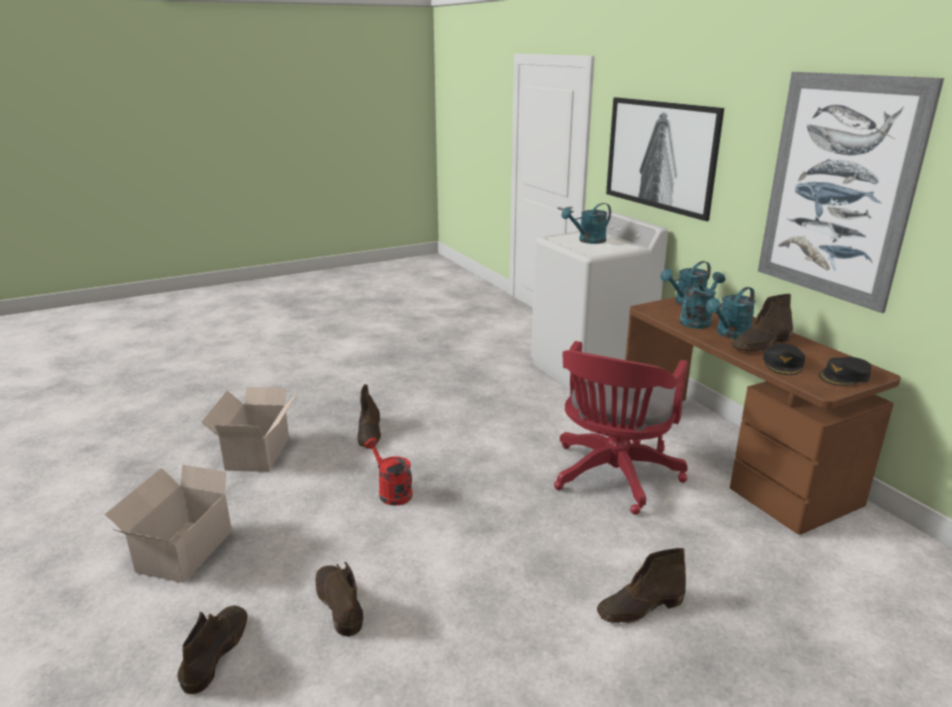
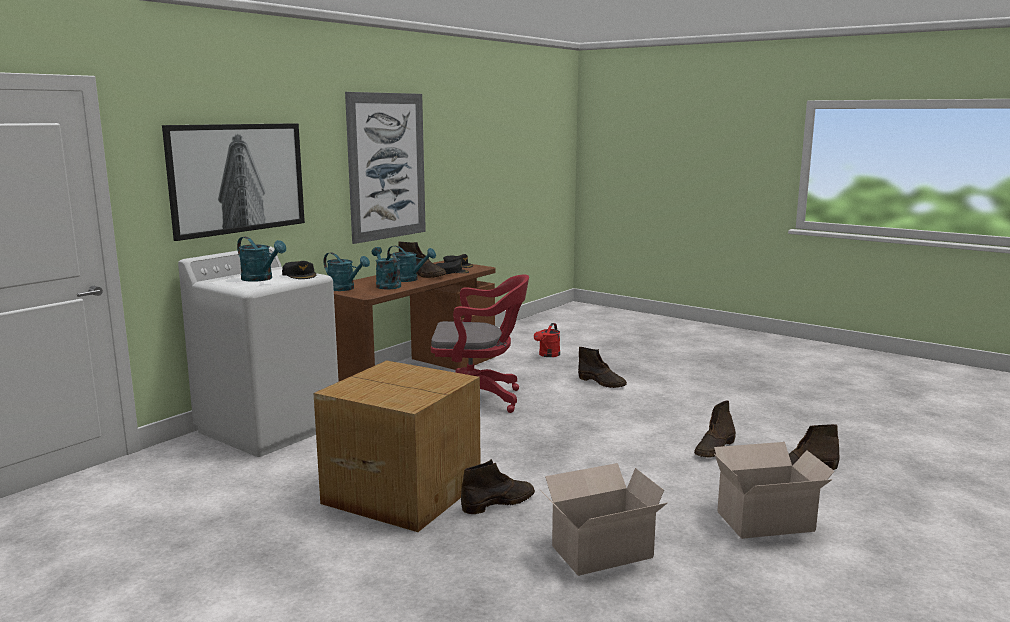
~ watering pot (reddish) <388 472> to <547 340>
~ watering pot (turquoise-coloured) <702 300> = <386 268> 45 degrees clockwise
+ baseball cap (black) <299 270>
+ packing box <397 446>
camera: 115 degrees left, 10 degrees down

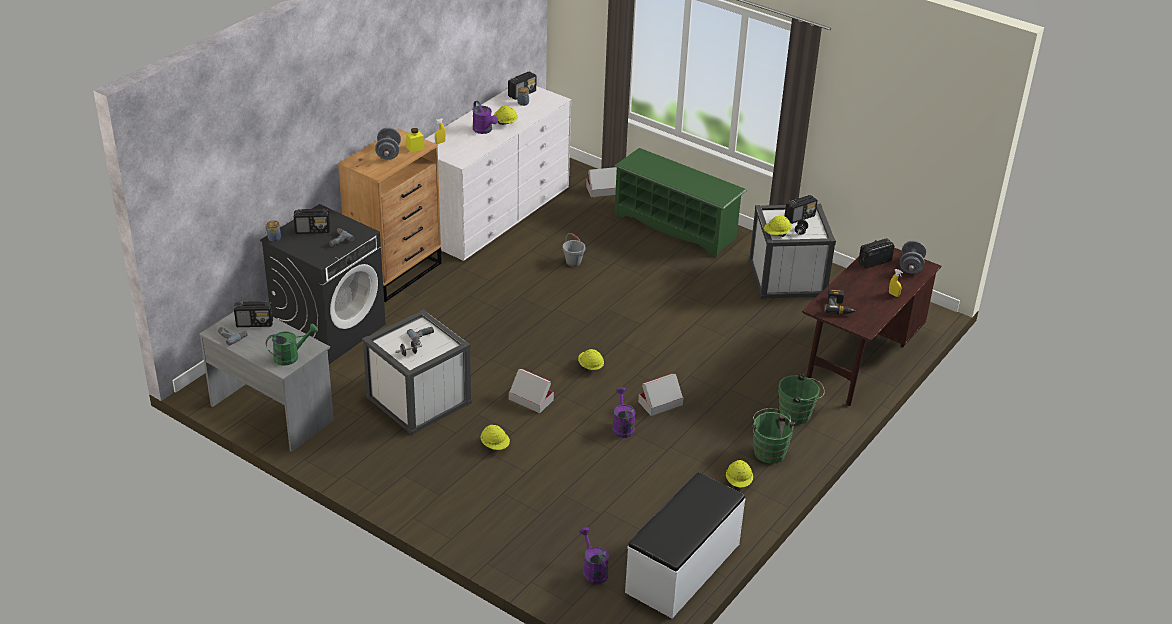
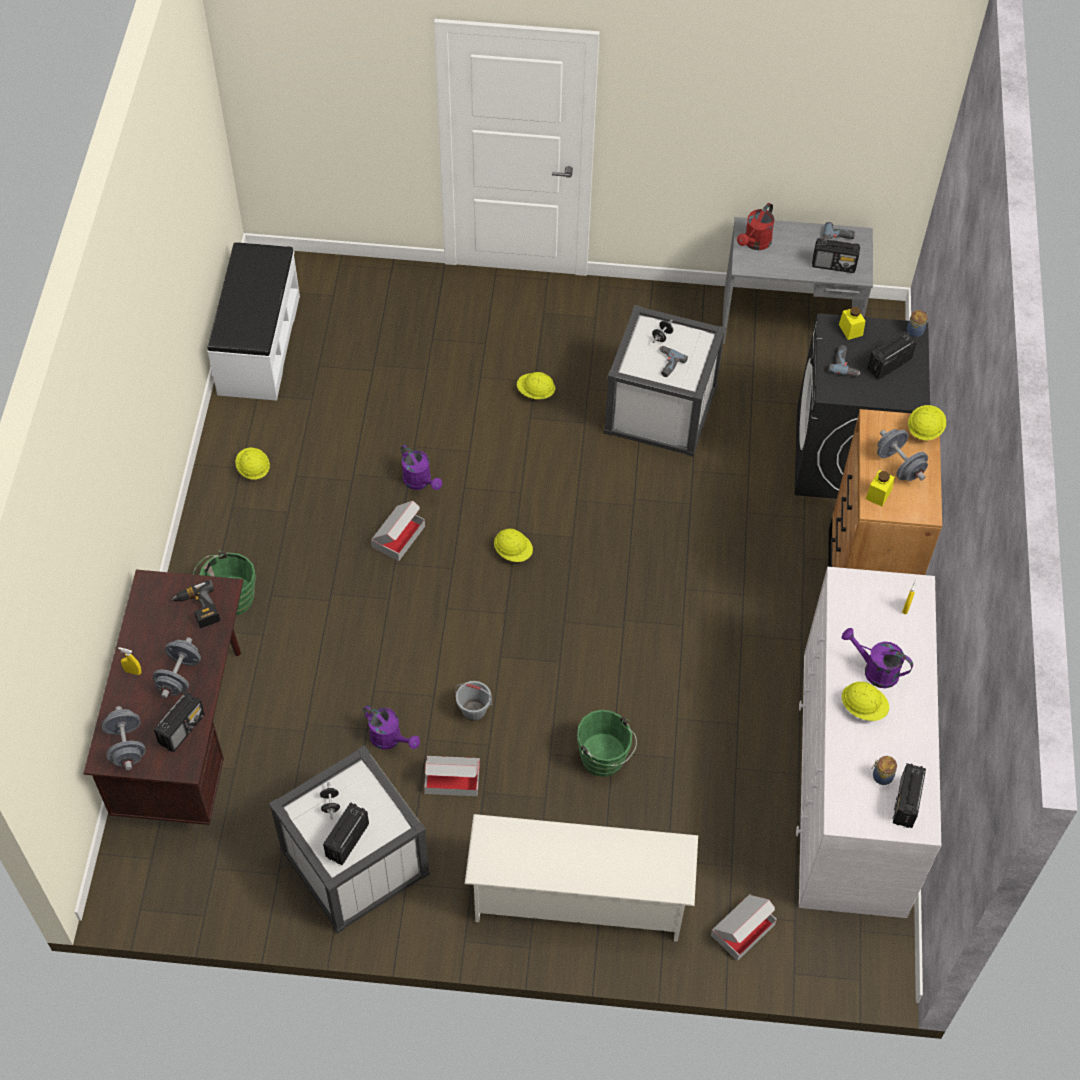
~ radio receiver <253 314> = <836 255> 135 degrees counterclockwise
~ watering pot (green) <292 344> to watering pot (reddish) <756 226>
~ packing box <531 391> to <452 776>
~ bucket (greyish) <574 250> to <473 701>
~ watering pot (purple-coloured) <594 555> to <391 727>
~ shoe rack (green) <680 202> to shoe rack (white-coloured) <581 878>
~ bucket (green) <773 436> to <607 743>
~ hard hat (yellowish) <778 226> to <927 422>
+ hand weight (greyish) <176 667>
+ jar (yellowish) <852 323>
camera: 150 degrees right, 20 degrees up

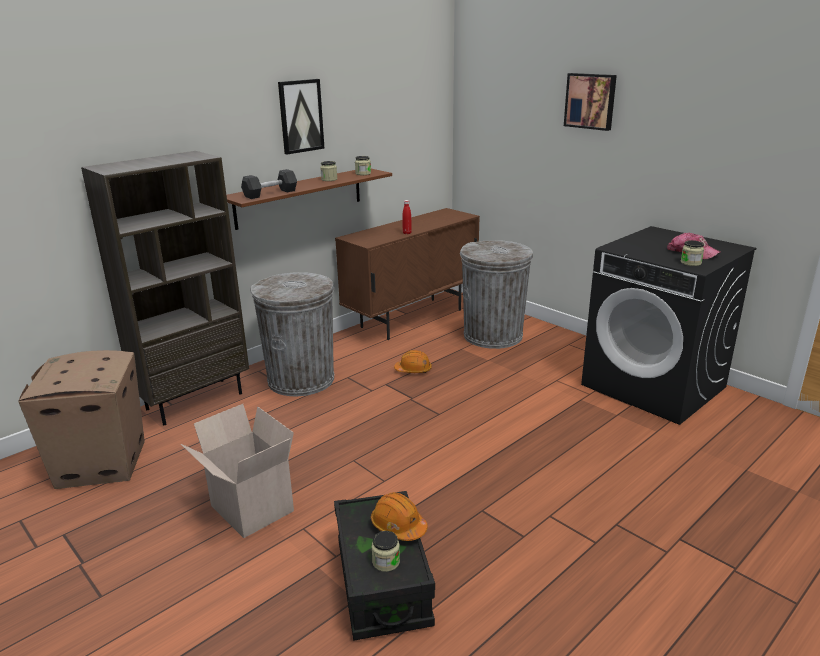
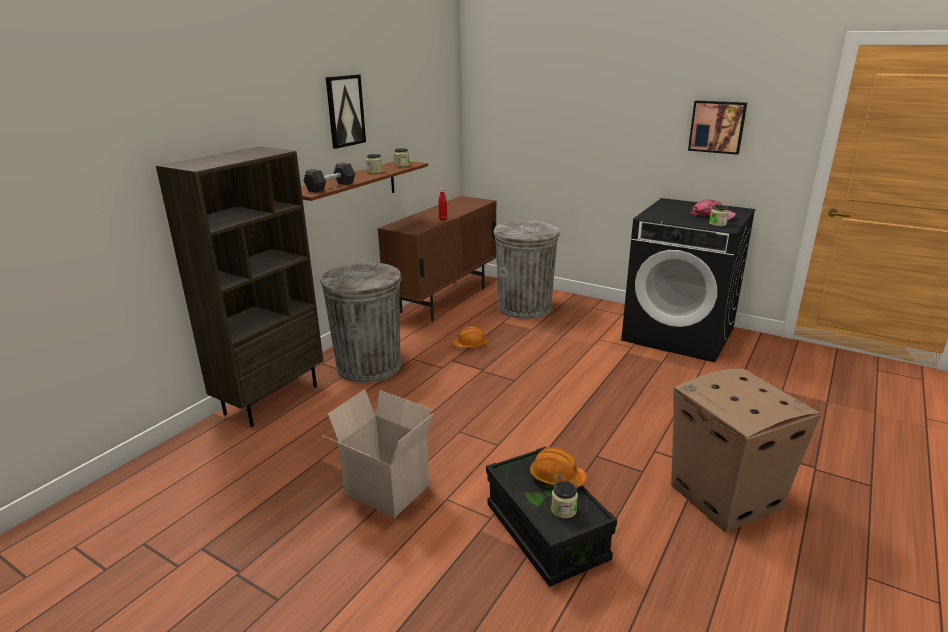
~ packing box <81 419> to <746 450>
~ wall picture <590 102> to <717 127>
camera: 15 degrees left, 0 degrees up

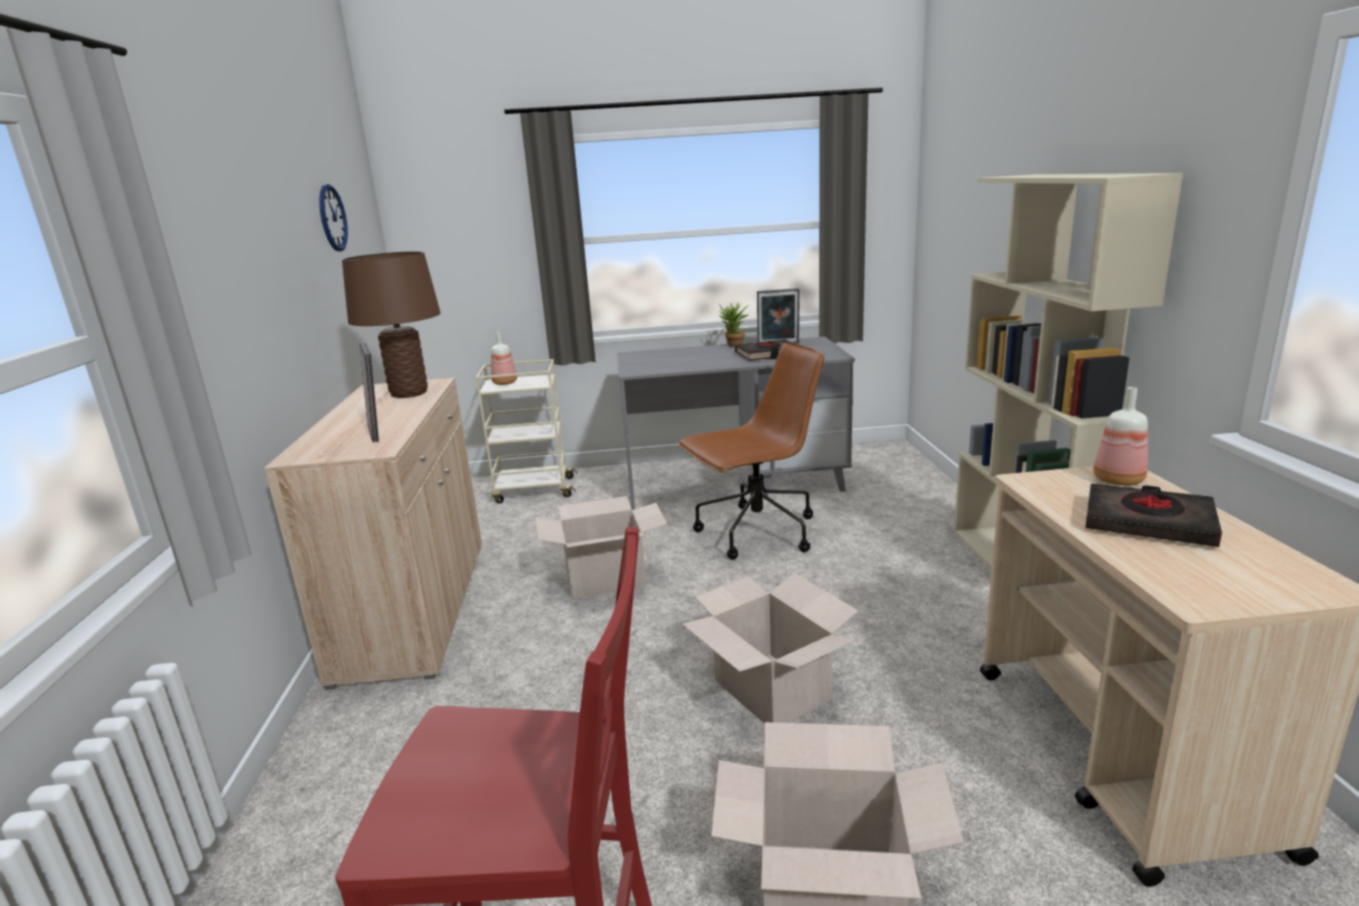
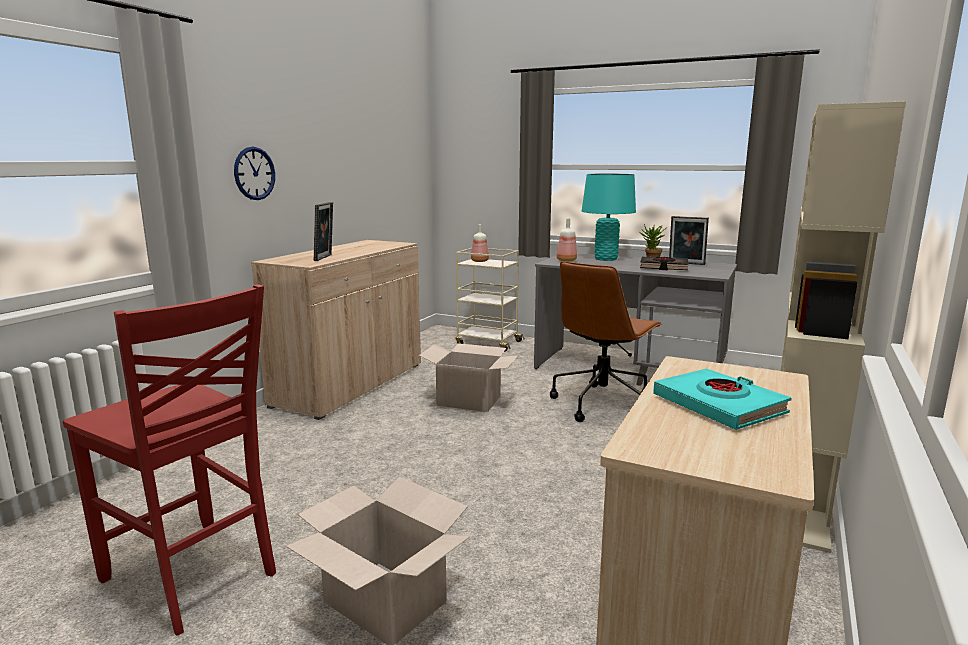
~ hanging clock <333 218> to <254 173>
- table lamp (brownish) <391 324>
~ desk chair (brownish) <750 451> = <606 341> 120 degrees clockwise
- packing box <770 648>
~ bound book (black) <1153 515> to bound book (turquoise-coloured) <722 399>
~ drink bottle <1120 436> to <567 240>
+ table lamp (turquoise-coloured) <609 217>
camera: 30 degrees right, 5 degrees down

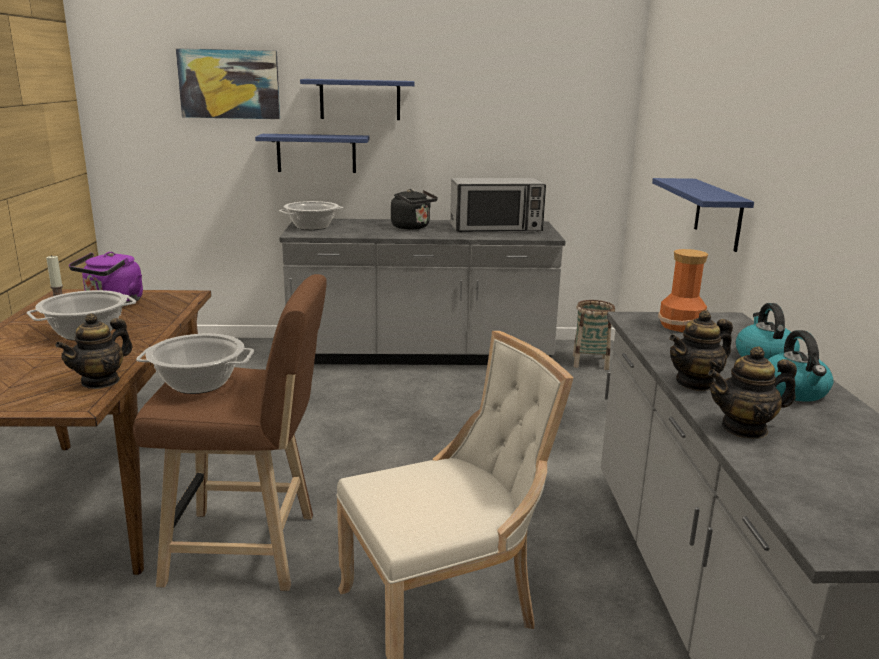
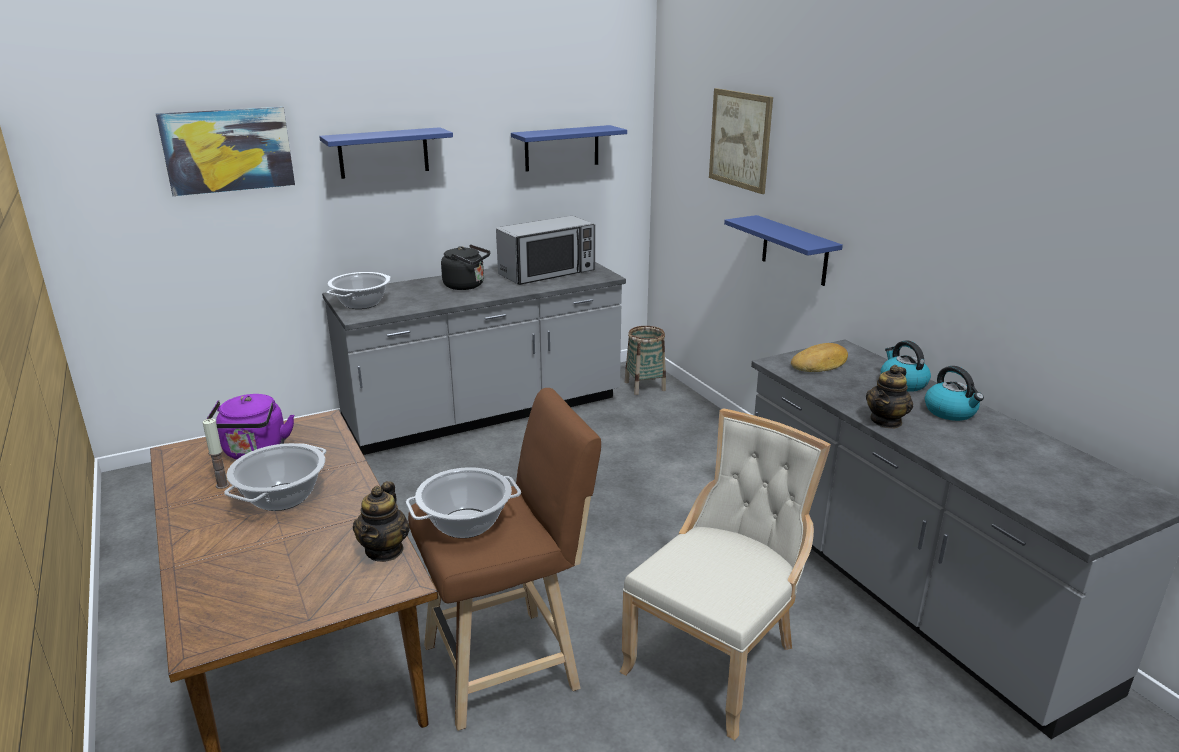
~ shelf (blue-coloured) <312 153> to <569 148>
~ vase <683 290> to bakery bread <819 357>
- pot for tea <752 393>
+ wall picture <741 141>
camera: 25 degrees left, 5 degrees up

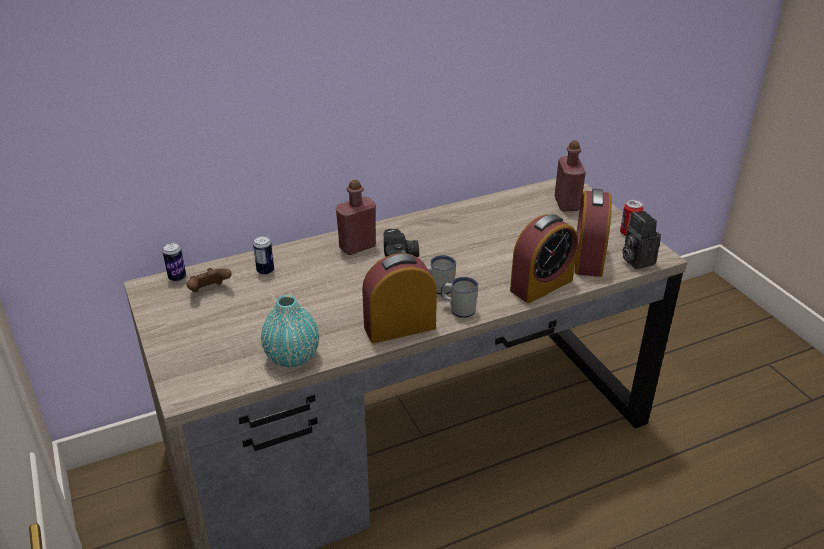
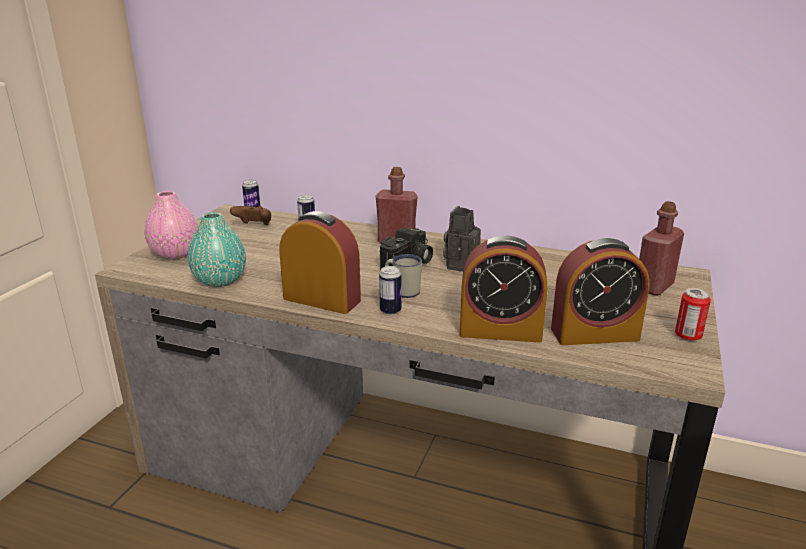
~ mug (white-coloured) <459 297> to can <390 290>
~ table clock <593 233> = <600 291> 150 degrees counterclockwise
~ photo camera <641 240> to <462 239>
+ vase (pink-coloured) <171 225>
camera: 45 degrees right, 10 degrees down

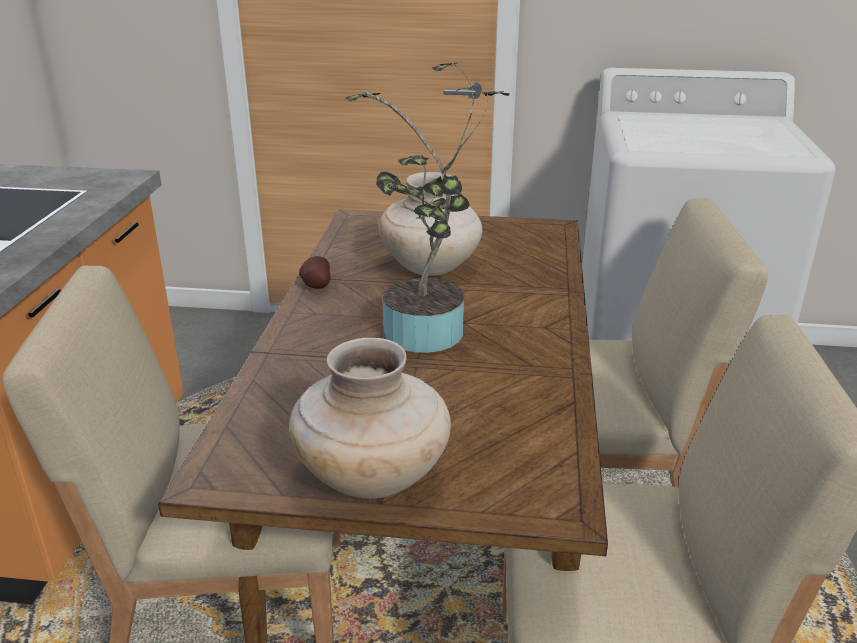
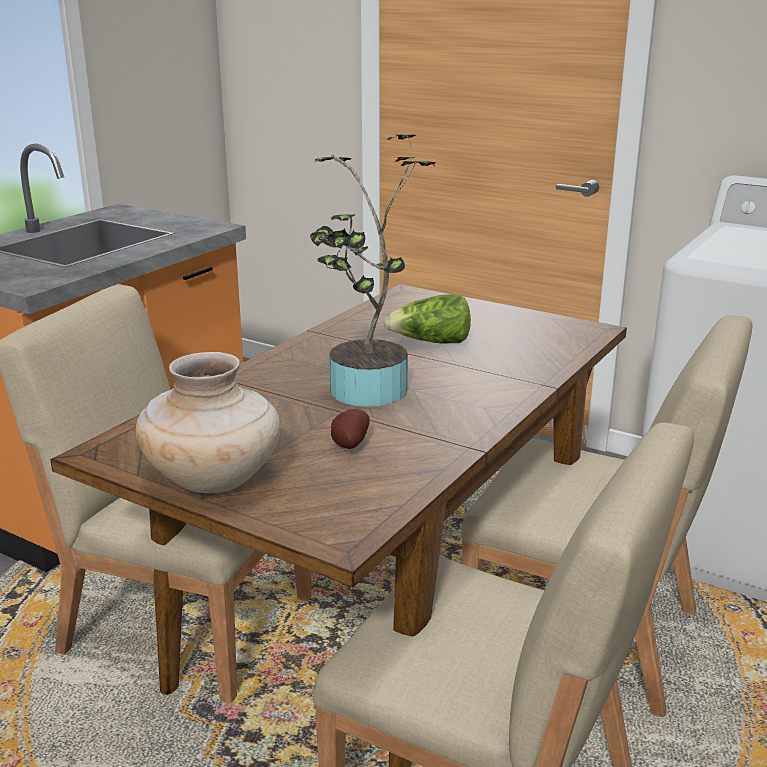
~ potato <315 272> to <350 429>
~ vase (beige-coloured) <430 224> to head of lettuce <427 319>
camera: 25 degrees right, 5 degrees down

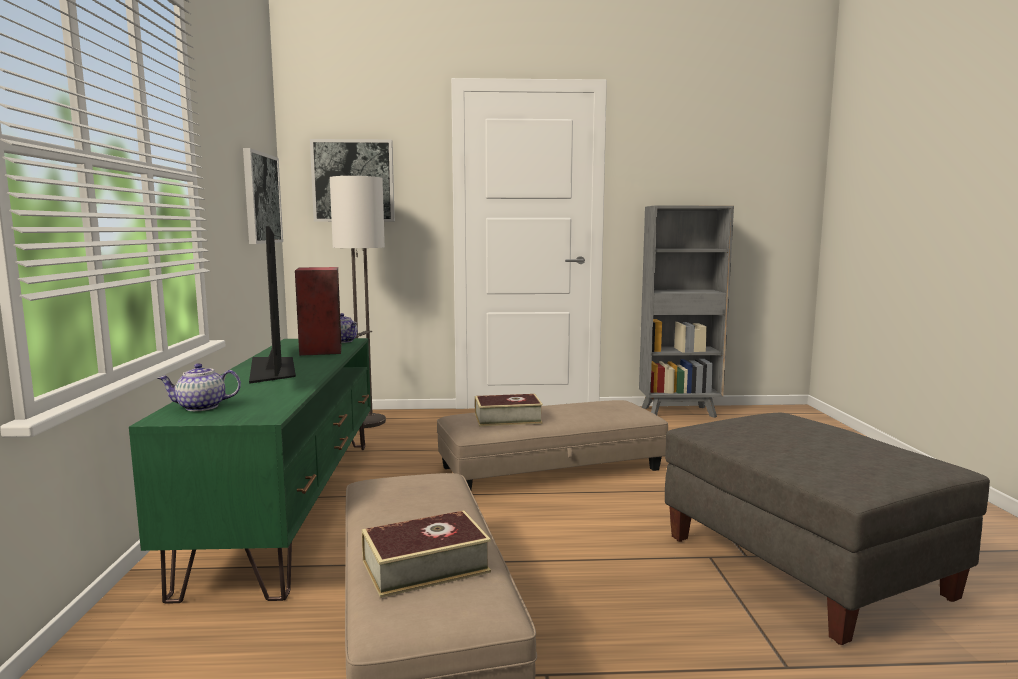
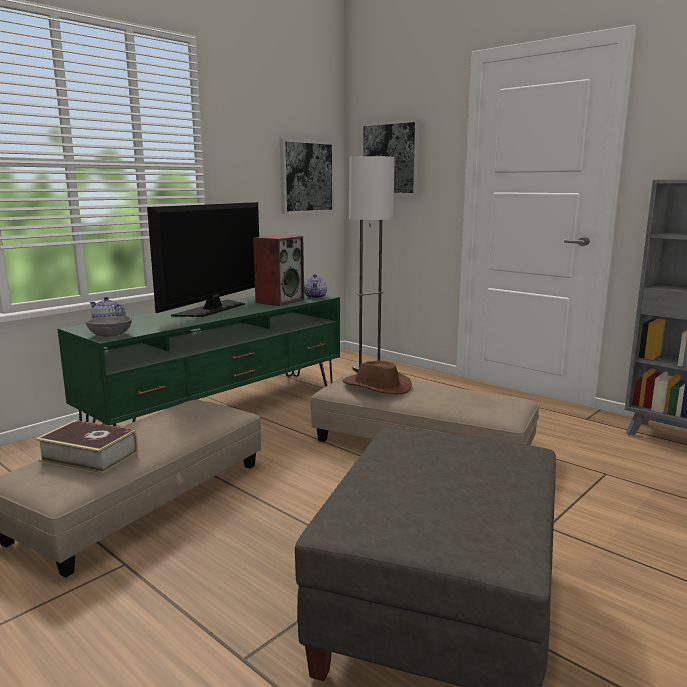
~ bound book <509 410> to wearable hat (brownish) <377 377>
+ serving bowl (greyish) <108 326>
camera: 45 degrees right, 5 degrees up

